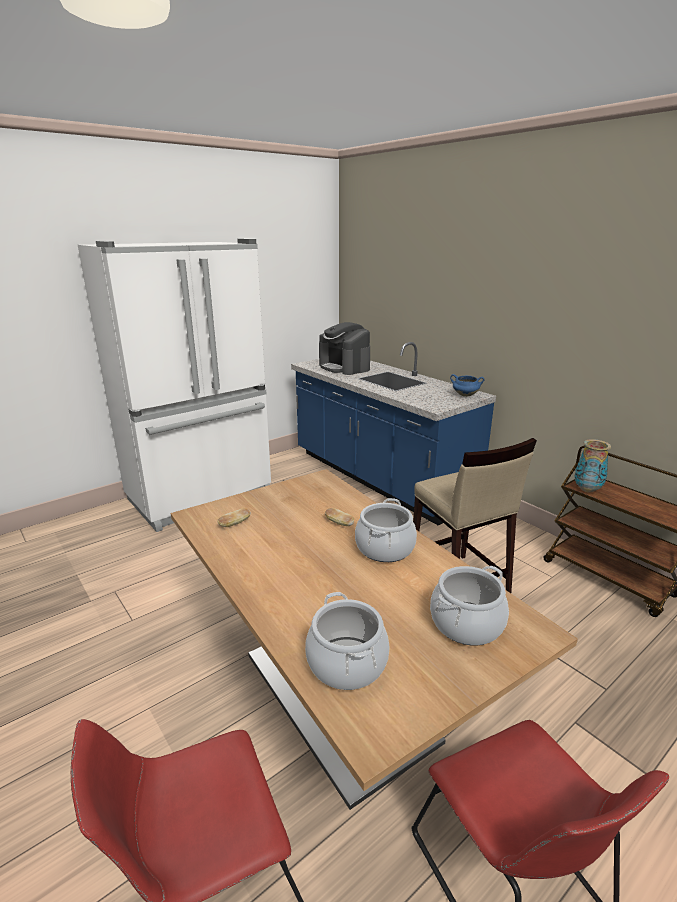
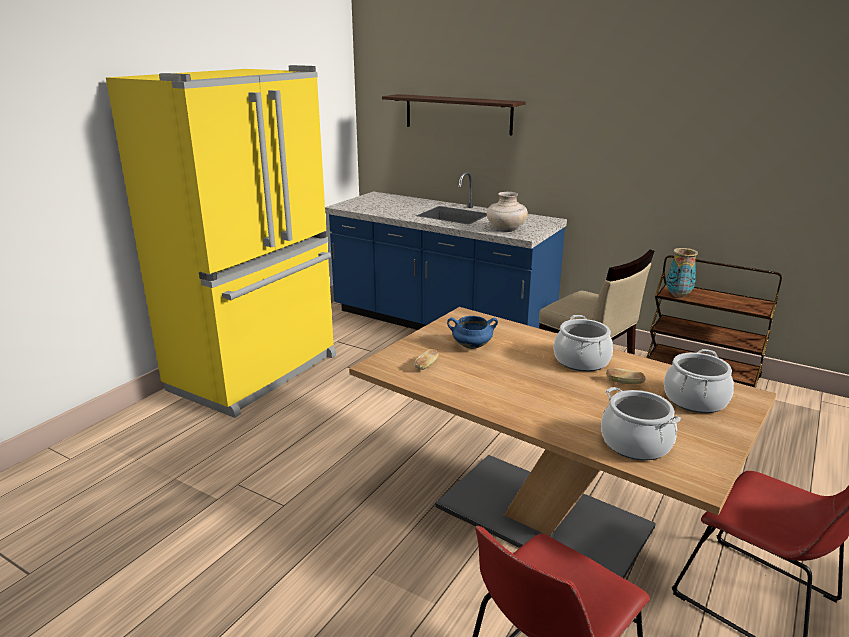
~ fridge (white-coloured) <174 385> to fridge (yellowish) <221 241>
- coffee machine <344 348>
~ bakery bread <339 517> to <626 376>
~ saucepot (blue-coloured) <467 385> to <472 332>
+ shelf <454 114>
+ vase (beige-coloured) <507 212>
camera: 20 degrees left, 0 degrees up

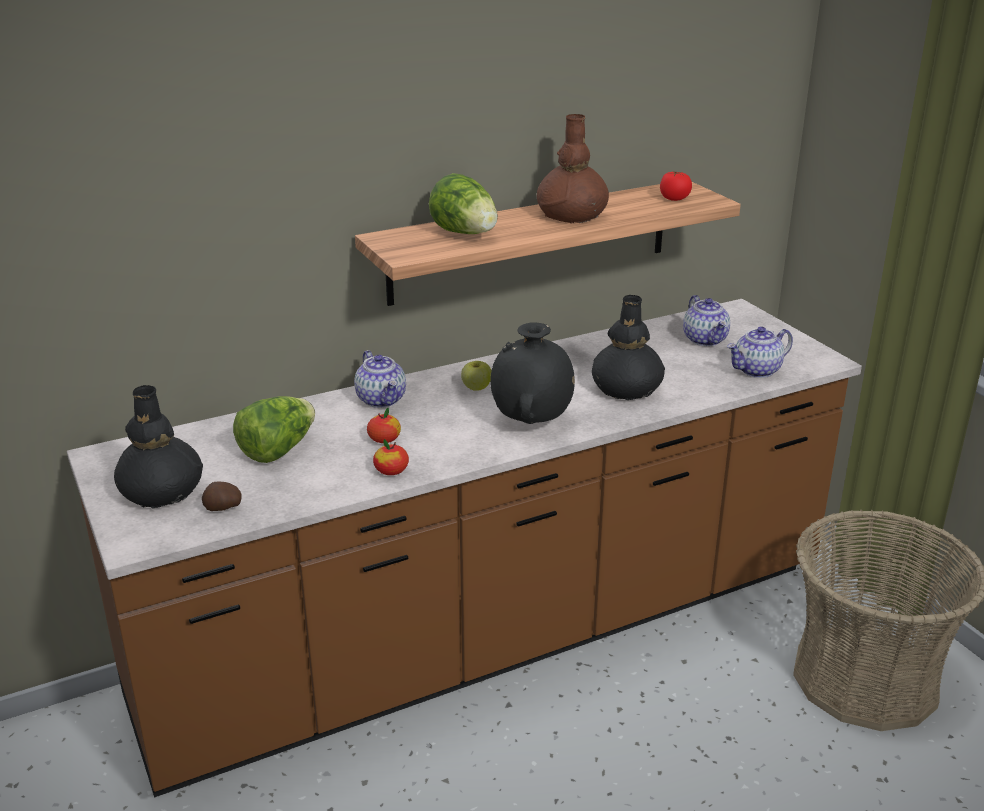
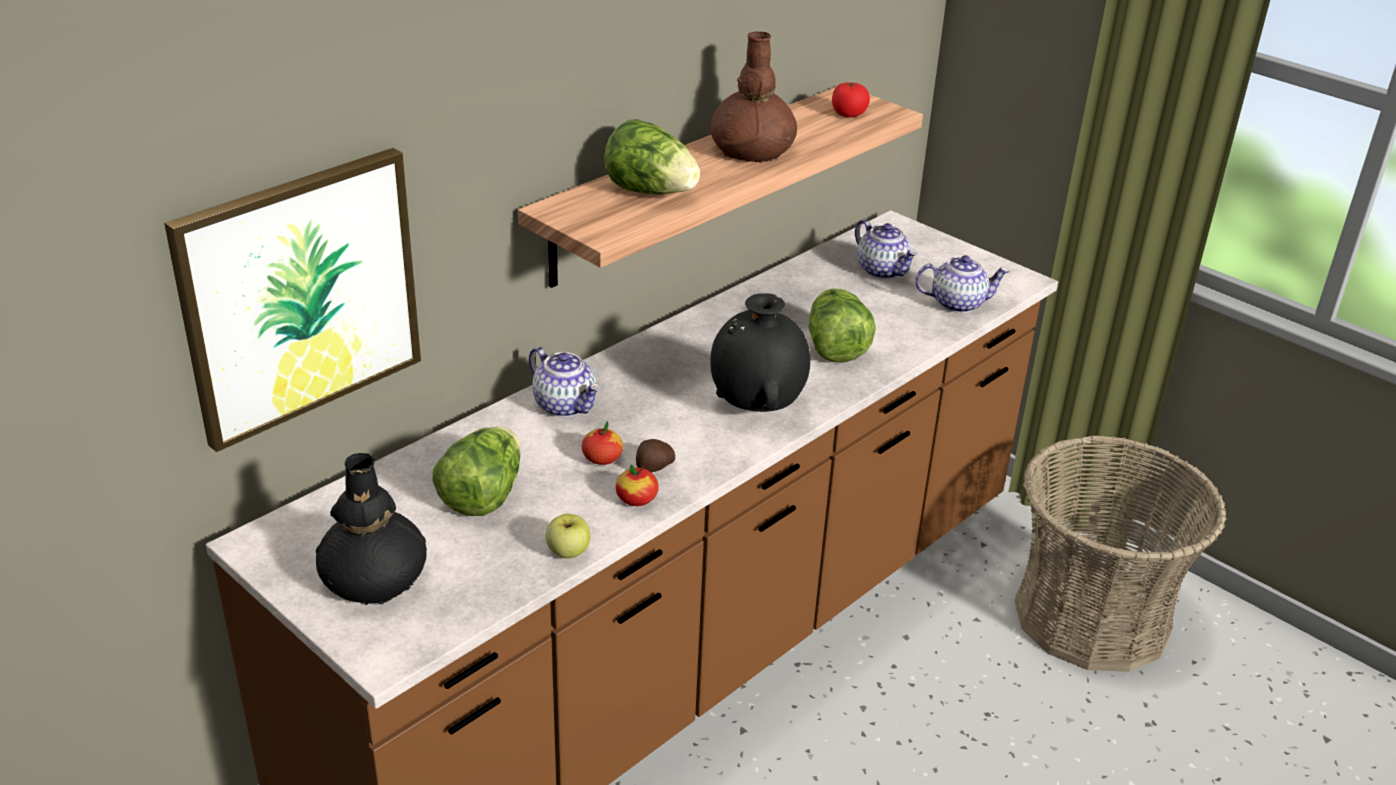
~ potato <222 496> to <655 456>
~ whole apple <476 376> to <567 536>
~ vase (black) <628 347> to head of lettuce <842 325>
~ pot for tea <760 352> = <962 284> 135 degrees counterclockwise
+ wall picture <292 300>
camera: 20 degrees left, 5 degrees up

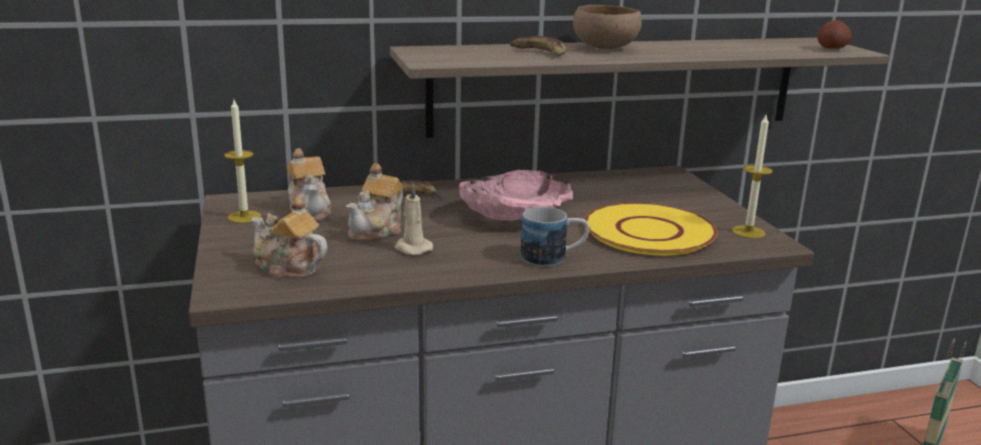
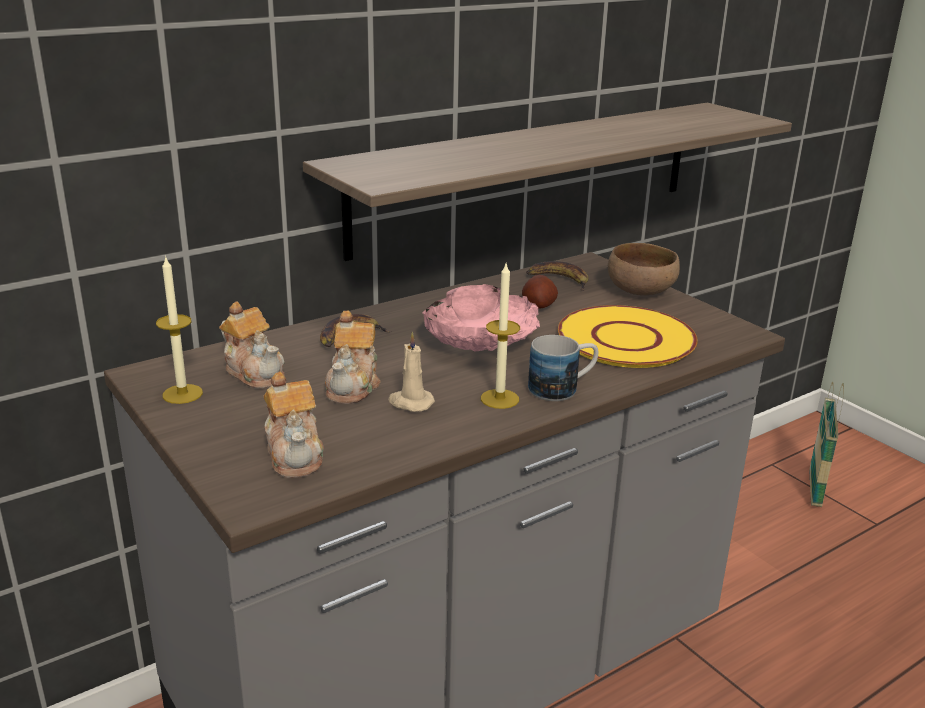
~ pot for tea <289 238> = <294 425> 120 degrees counterclockwise
~ banana fruit <538 48> to <557 276>
~ serving bowl (brownish) <607 27> to <644 269>
~ wax light <752 176> to <500 336>
~ potato <834 34> to <540 292>
camera: 20 degrees left, 5 degrees up

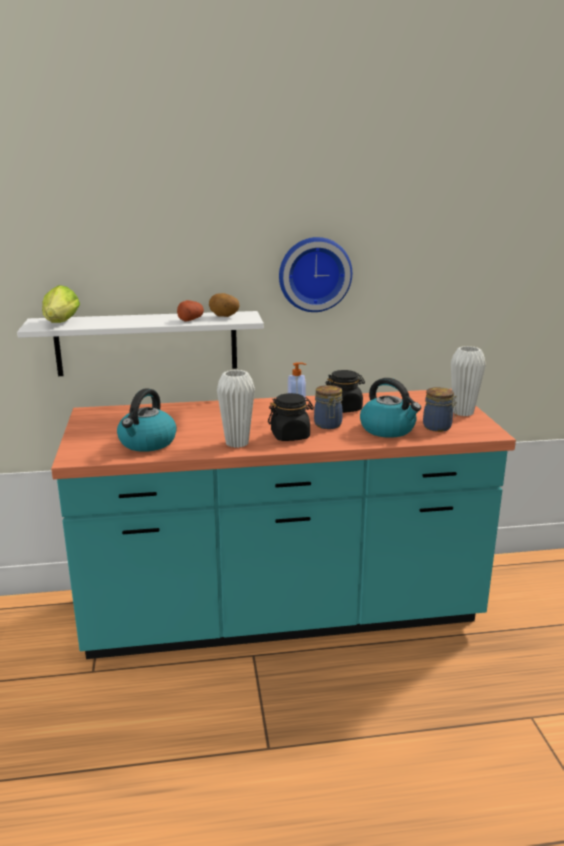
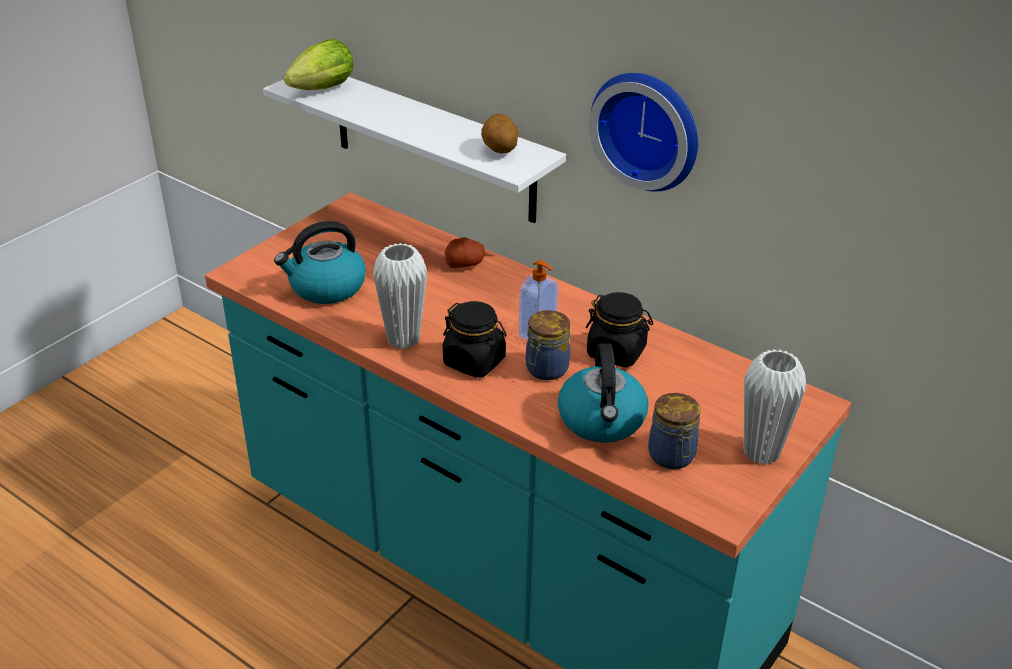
~ potato <190 311> to <465 253>
camera: 45 degrees right, 15 degrees up

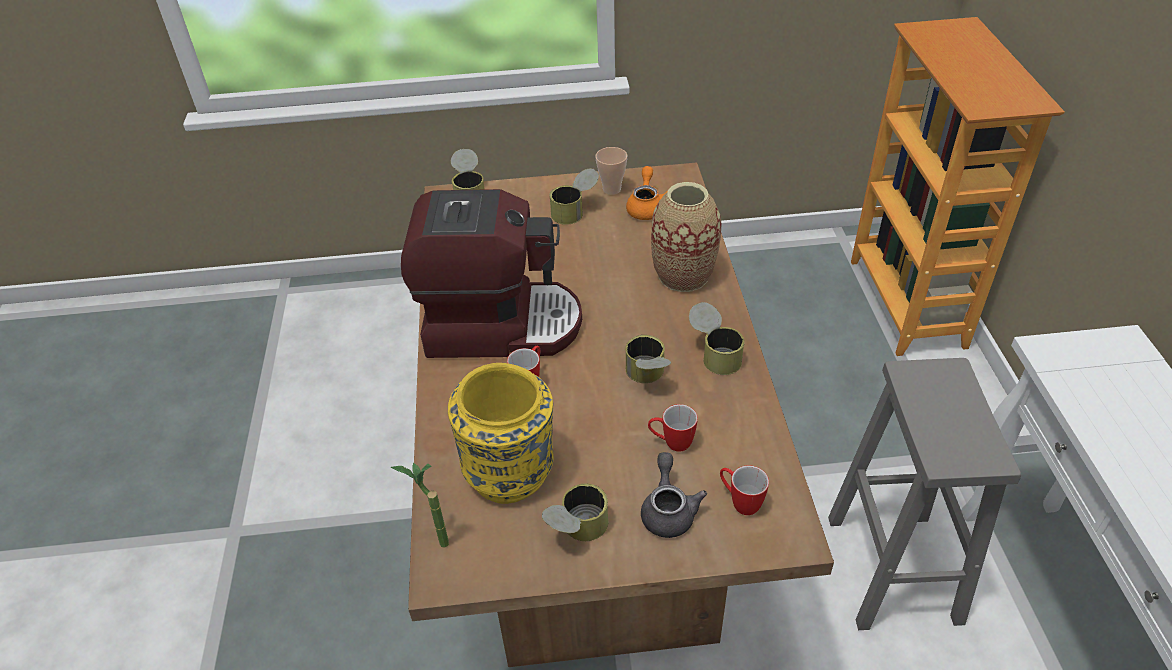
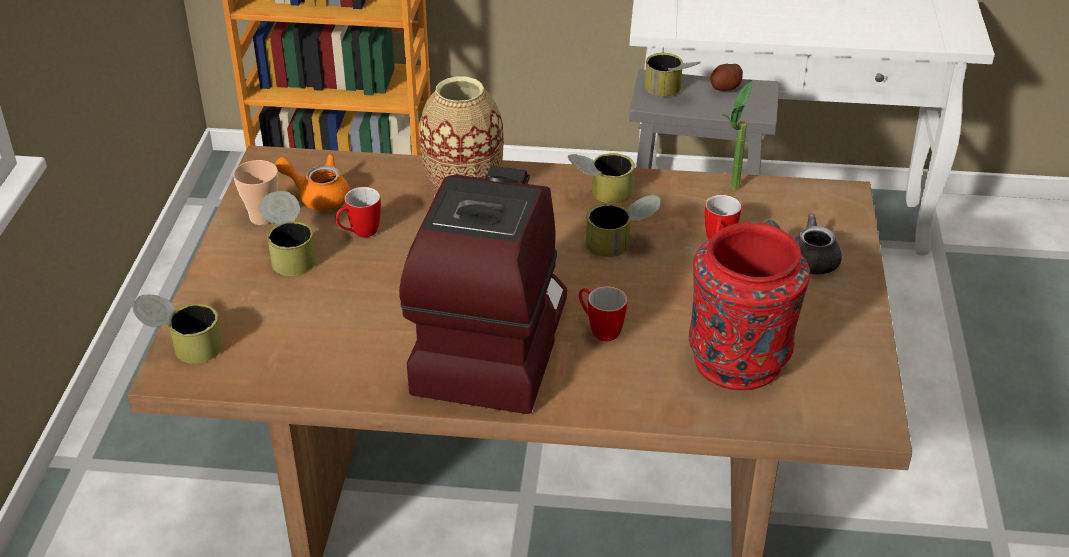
~ potted plant <420 505> to <736 135>
~ vase (yellowish) <501 433> to vase (reddish) <749 306>
~ can <575 512> to <672 74>
~ mug <744 490> to <358 212>
+ potato <727 77>
camera: 80 degrees left, 5 degrees down

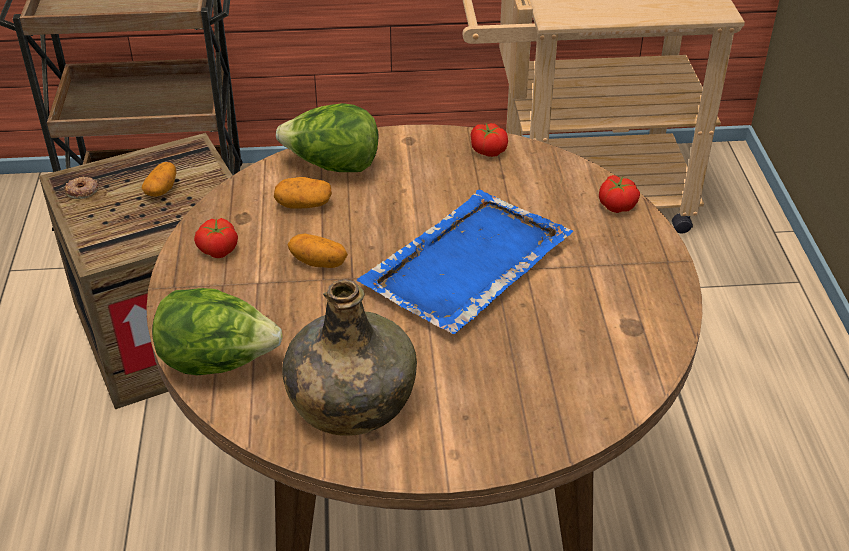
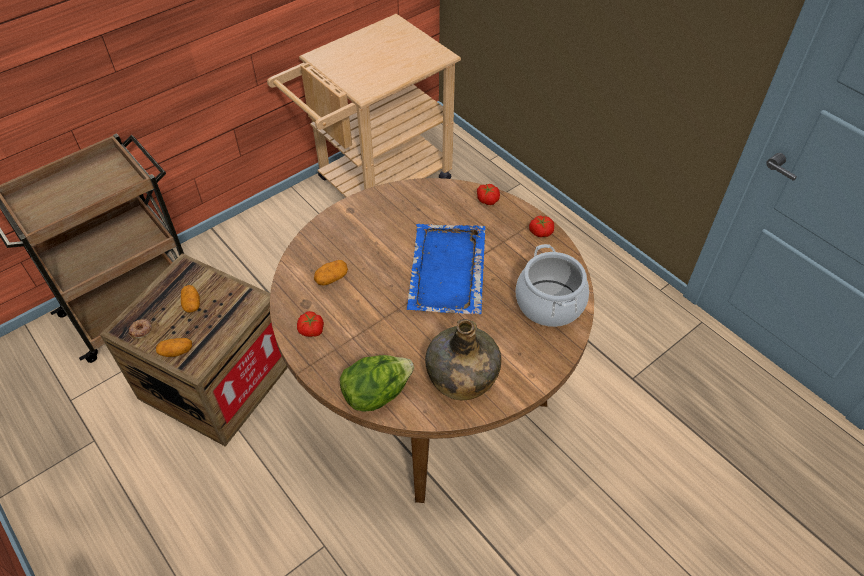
- head of lettuce <327 137>
~ potato <318 250> to <174 347>
~ tomato <489 140> to <541 226>
+ saucepot <552 285>
camera: 35 degrees left, 10 degrees up

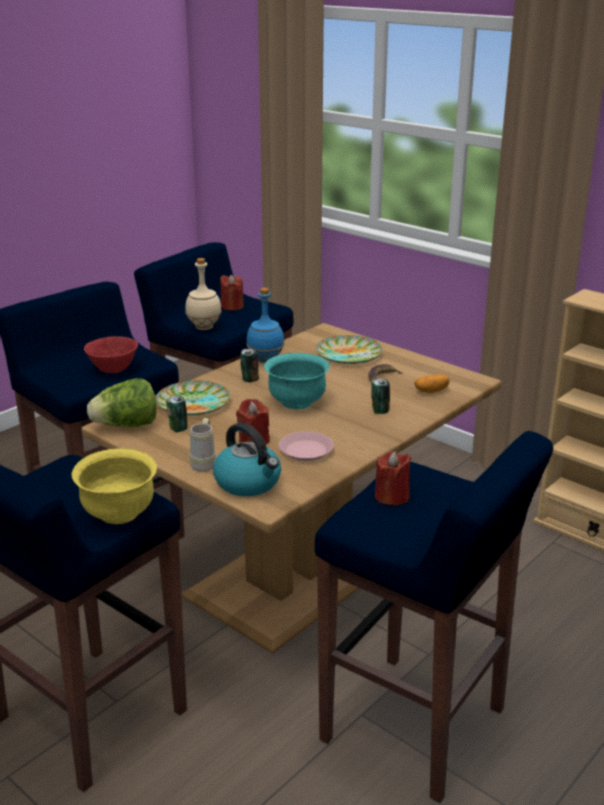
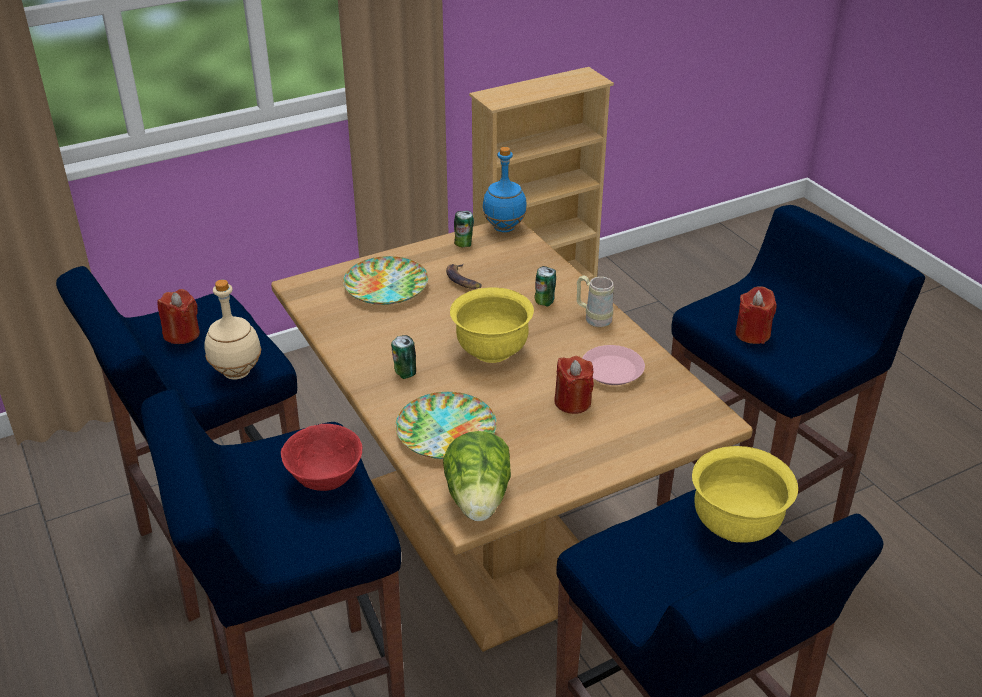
~ can <176 413> to <464 229>
~ mug (beige-coloured) <203 445> to <595 301>
- tea kettle <247 459>
~ drink bottle (blue-coloured) <265 325> to <504 189>
~ serving bowl (turquoise-coloured) <297 381> to serving bowl (yellowish) <492 325>
- potato <432 383>
camera: 70 degrees left, 10 degrees up

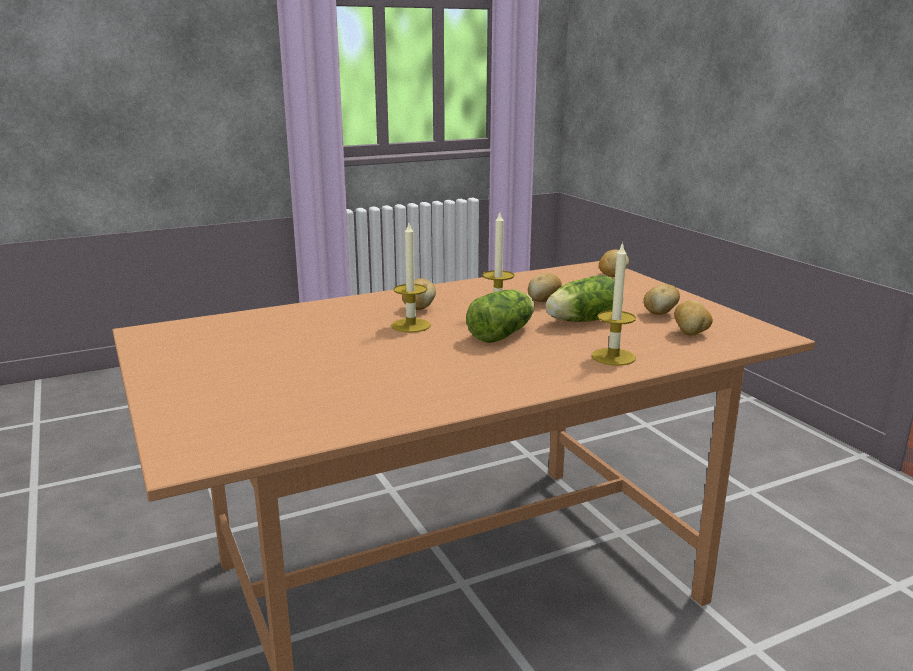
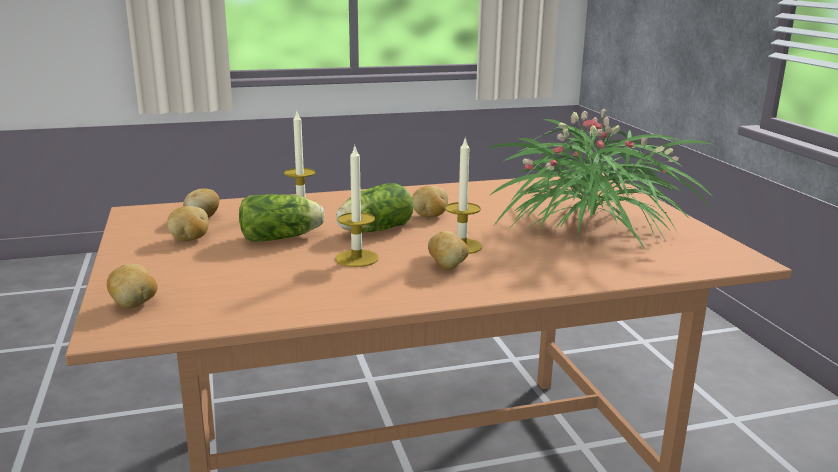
~ potato <545 287> to <430 201>
+ potted plant <600 180>
camera: 170 degrees left, 0 degrees up

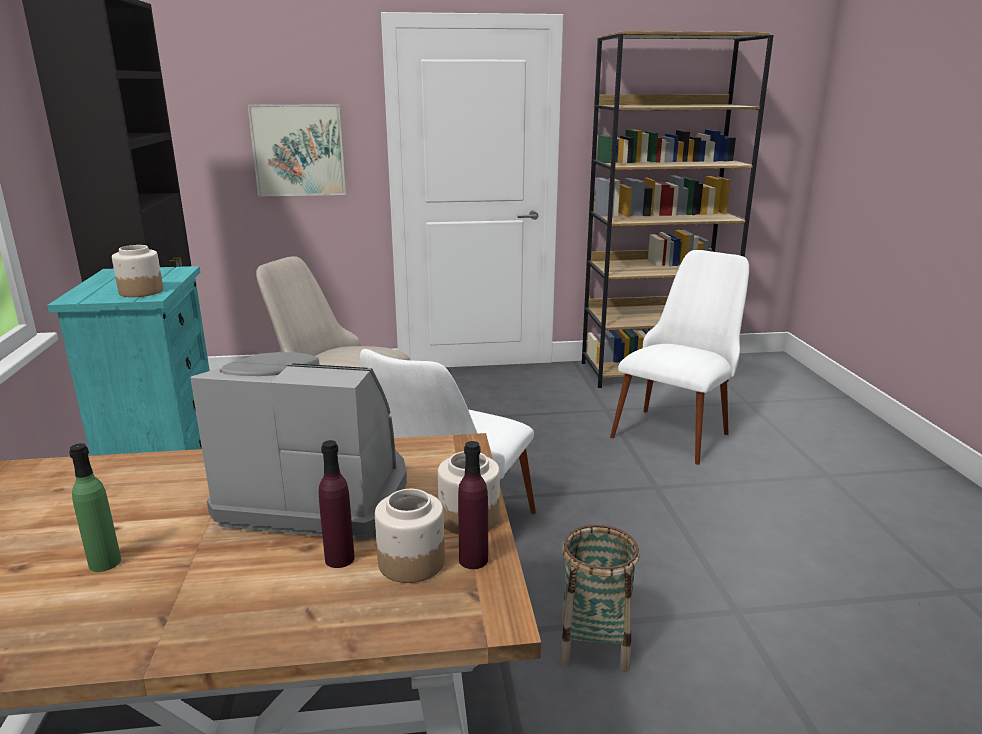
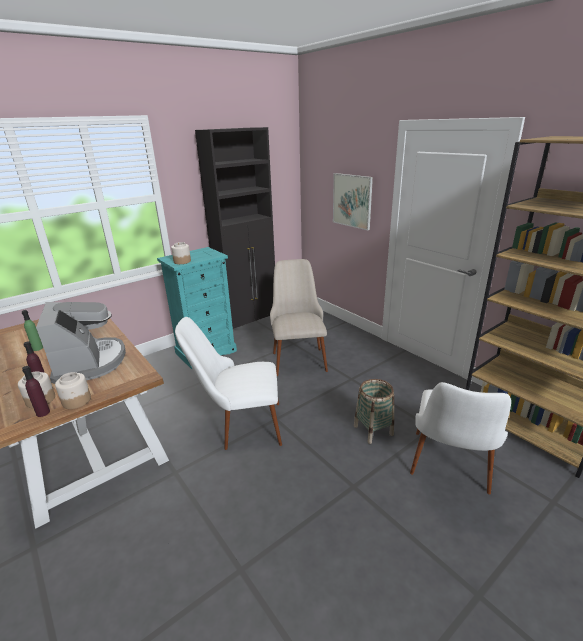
~ household basket <600 598> to <374 411>
~ plain chair (white-coloured) <679 357> = <460 438> 105 degrees clockwise
camera: 60 degrees right, 5 degrees up

